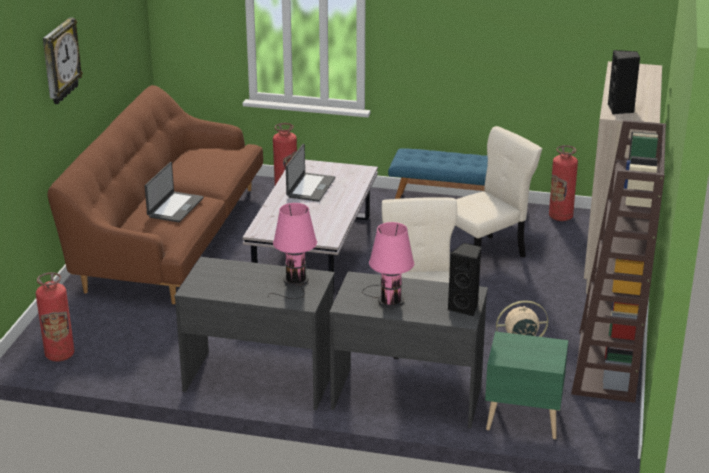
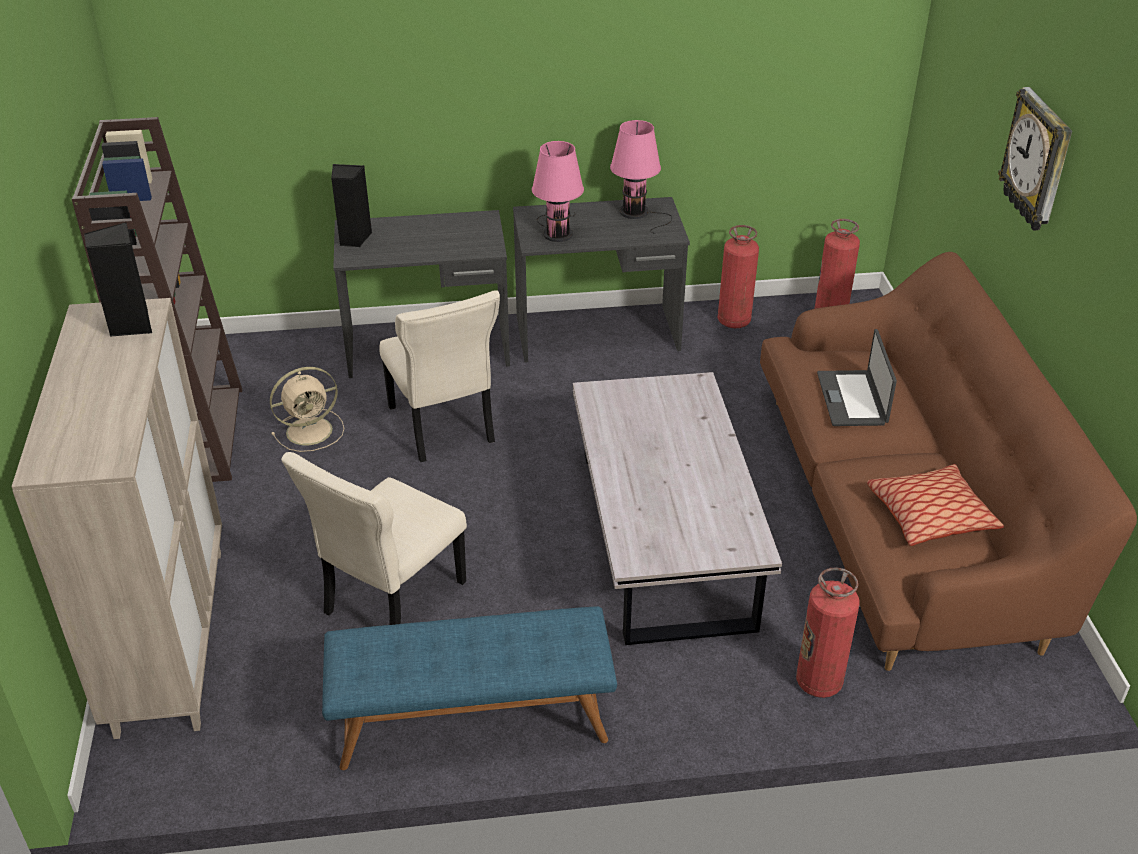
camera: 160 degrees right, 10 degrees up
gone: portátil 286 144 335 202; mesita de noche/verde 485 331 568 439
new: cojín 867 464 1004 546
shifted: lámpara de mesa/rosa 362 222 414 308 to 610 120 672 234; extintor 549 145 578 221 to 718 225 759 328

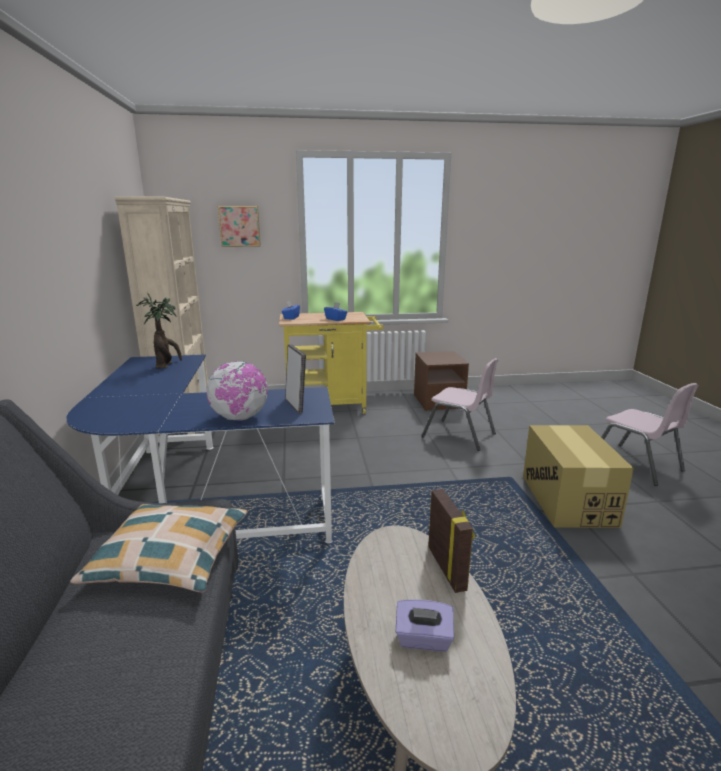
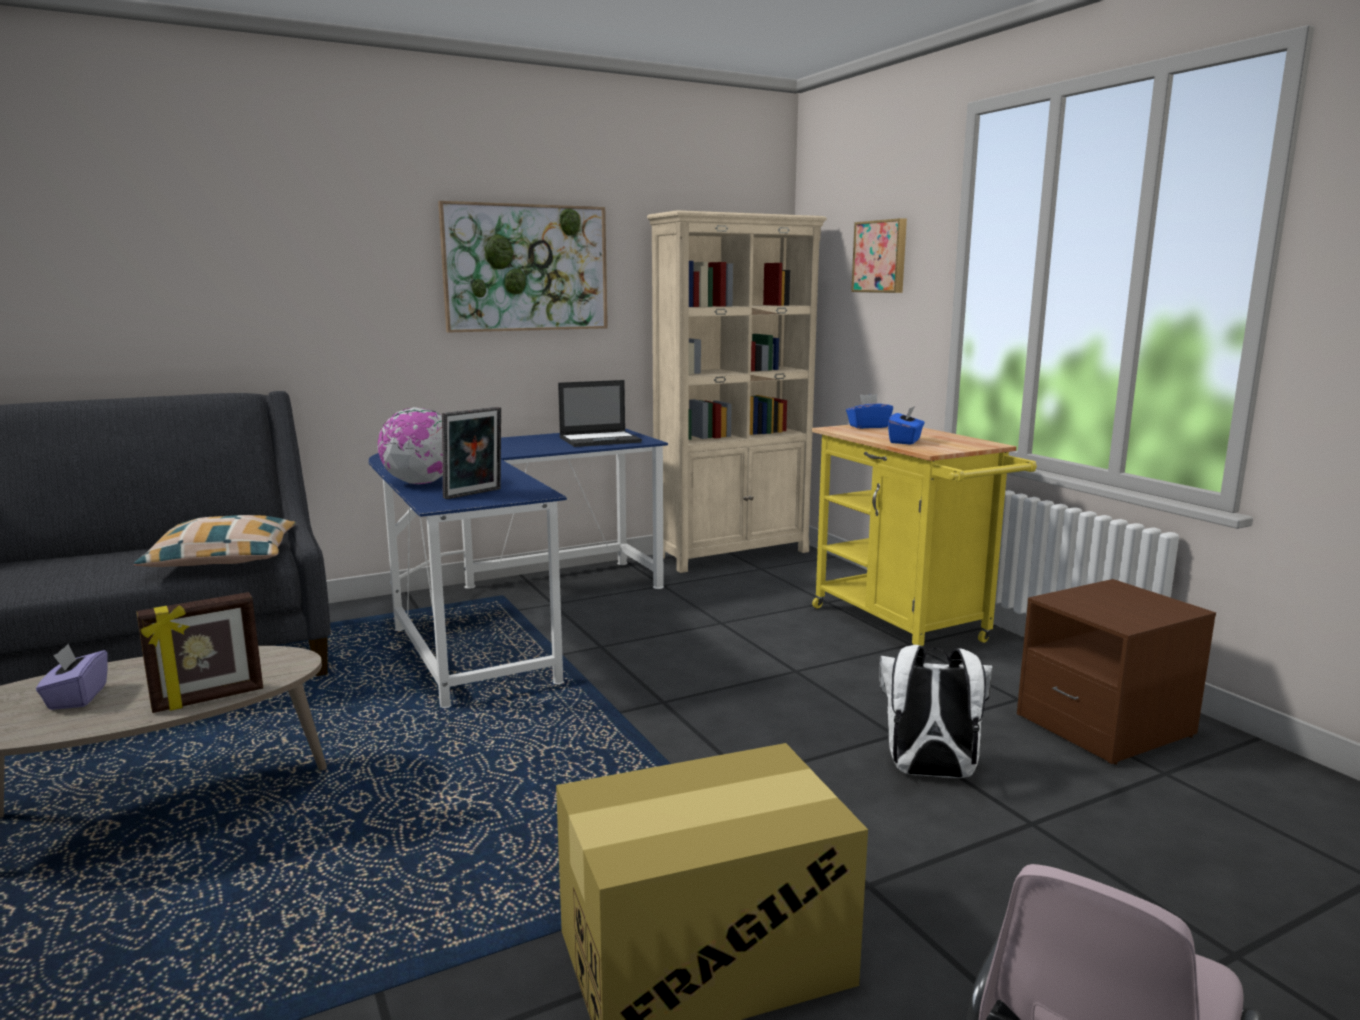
camera: 70 degrees right, 5 degrees down
new: cuadro 438 201 608 333
swapped: planta en maceta 136 293 182 369 to portátil 558 380 642 447; silla/rosa 422 358 498 451 to mochila/blanco 879 645 992 778

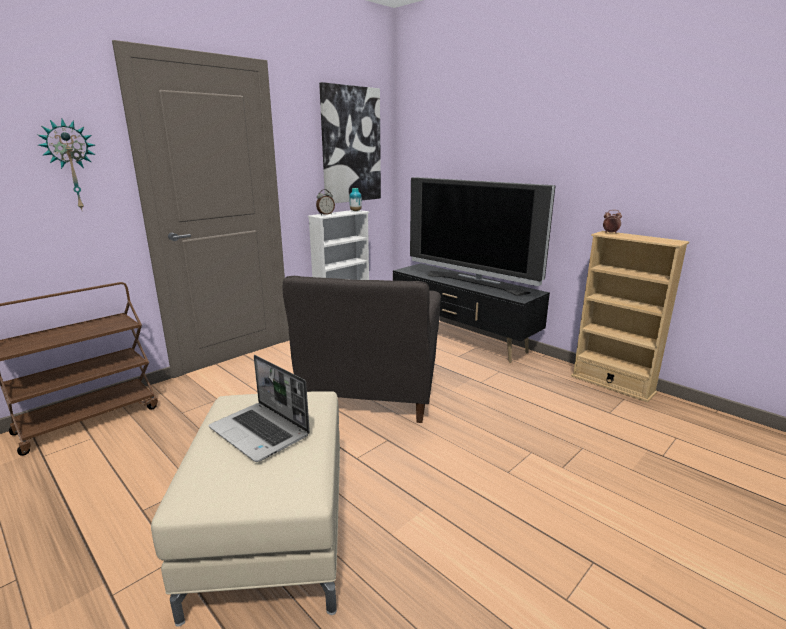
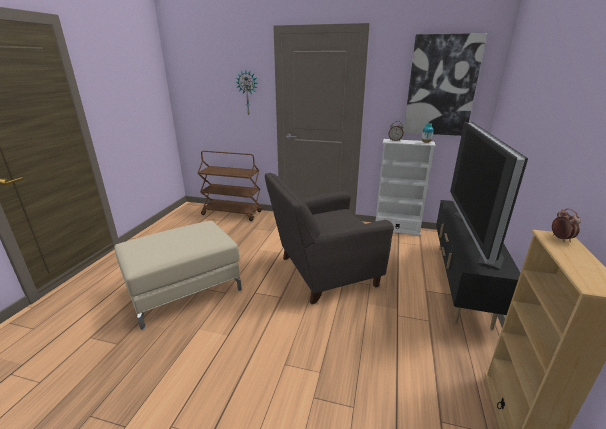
camera: 60 degrees right, 5 degrees up
gone: portátil 208 355 310 462

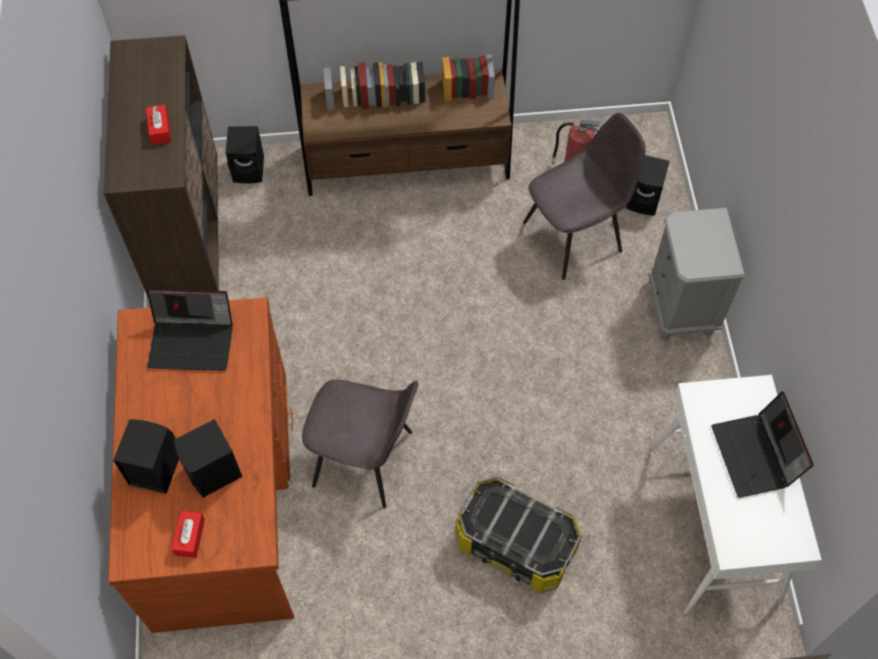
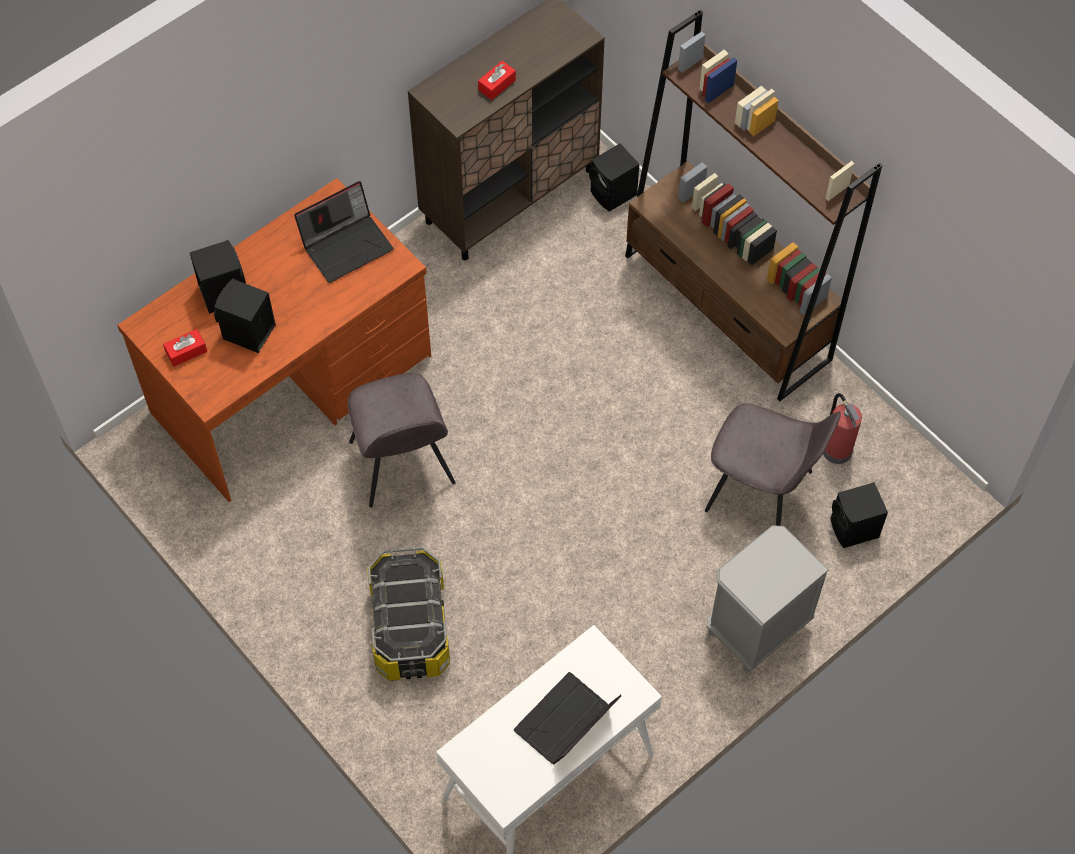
camera: 55 degrees right, 0 degrees up
rotated: portátil 146 288 233 371 = 294 181 393 283 90 degrees counterclockwise

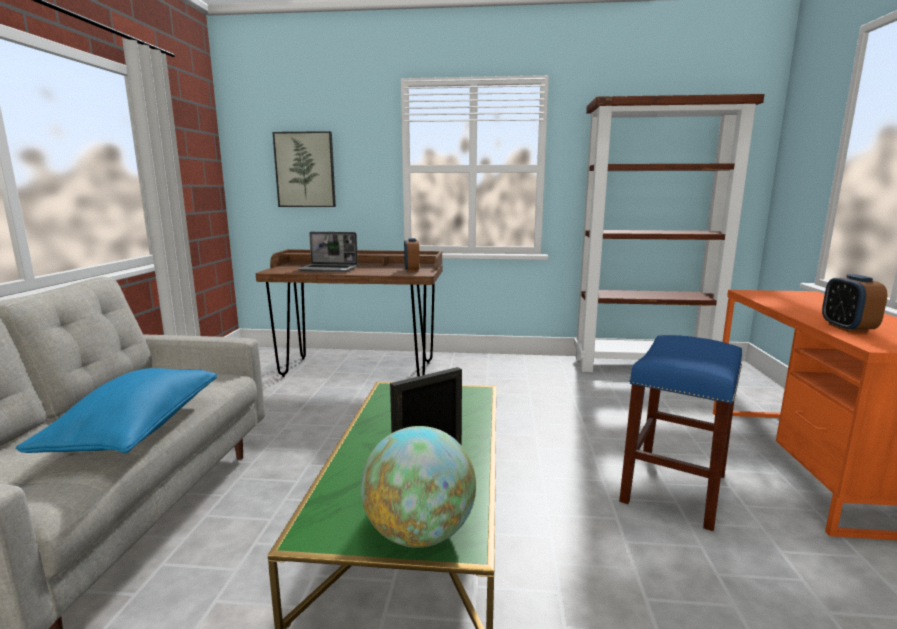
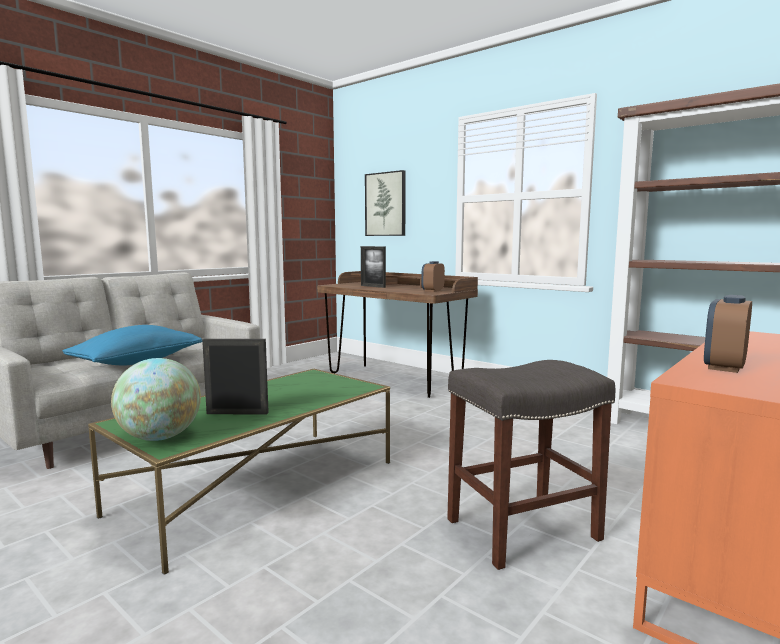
camera: 35 degrees right, 5 degrees down
swapped: portátil 298 232 358 272 to portarretratos 361 246 386 288
repainted: taburete/azul 619 335 742 531 to taburete/gris 447 360 616 570

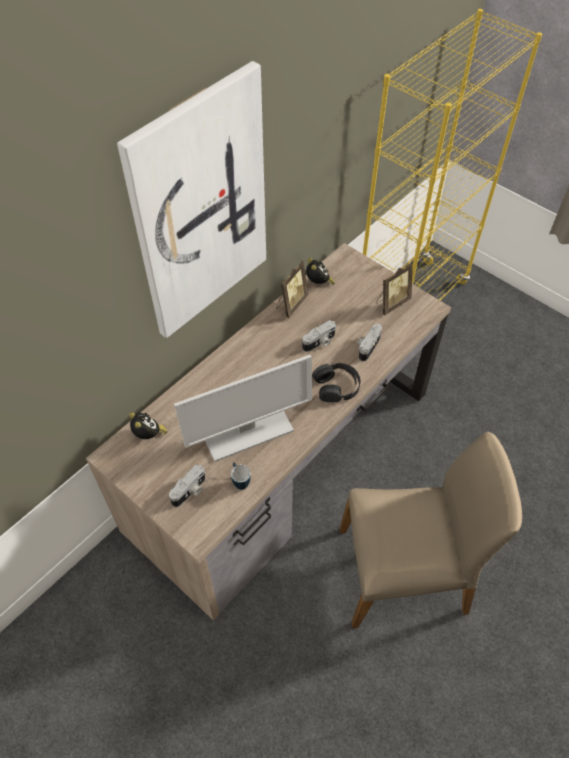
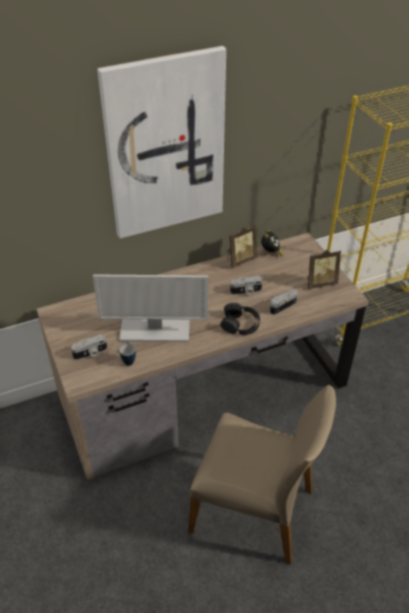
camera: 25 degrees right, 10 degrees down
gone: despertador 129 412 167 439

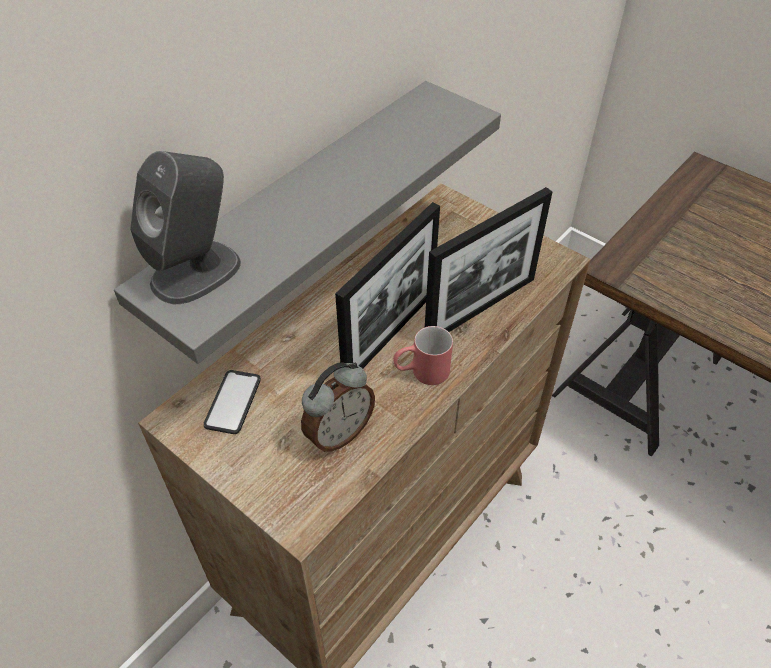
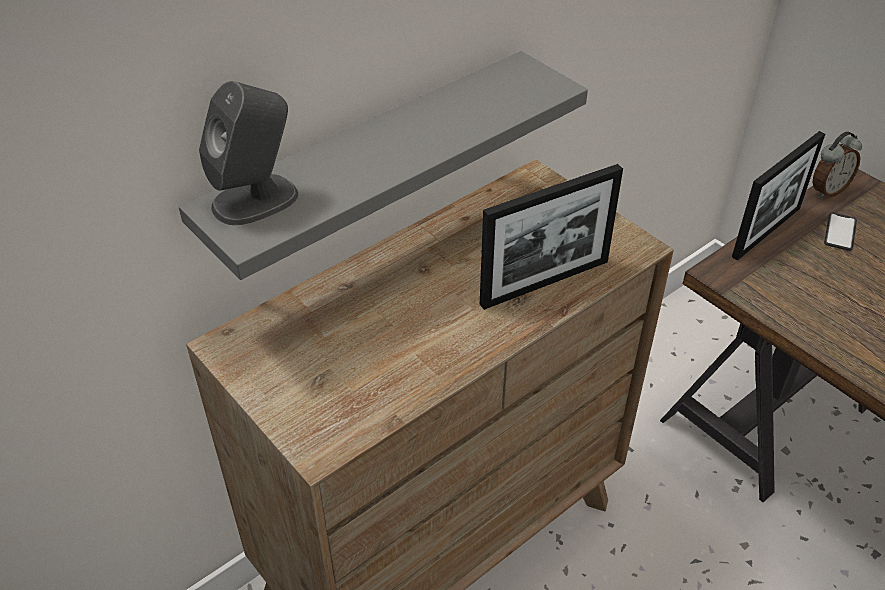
camera: 10 degrees right, 5 degrees down
gone: taza grande/rojo 393 326 453 385
shifted: móvil 204 370 261 434 to 824 212 857 251; despertador 301 362 375 452 to 813 131 862 198; portarretratos 335 202 440 369 to 732 131 825 261

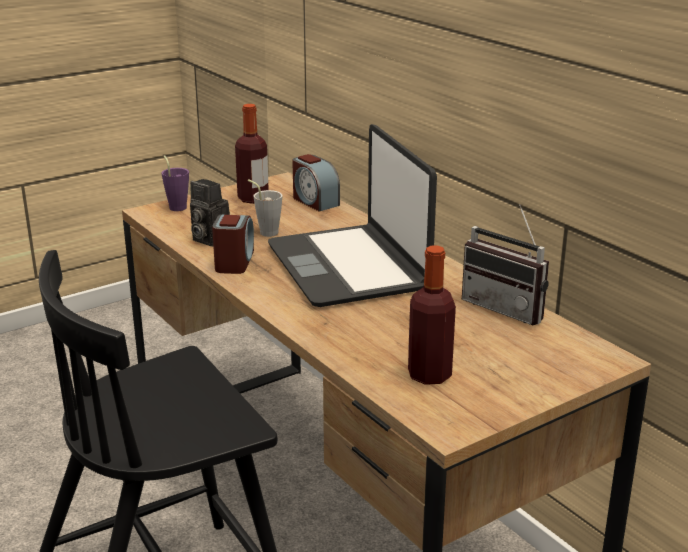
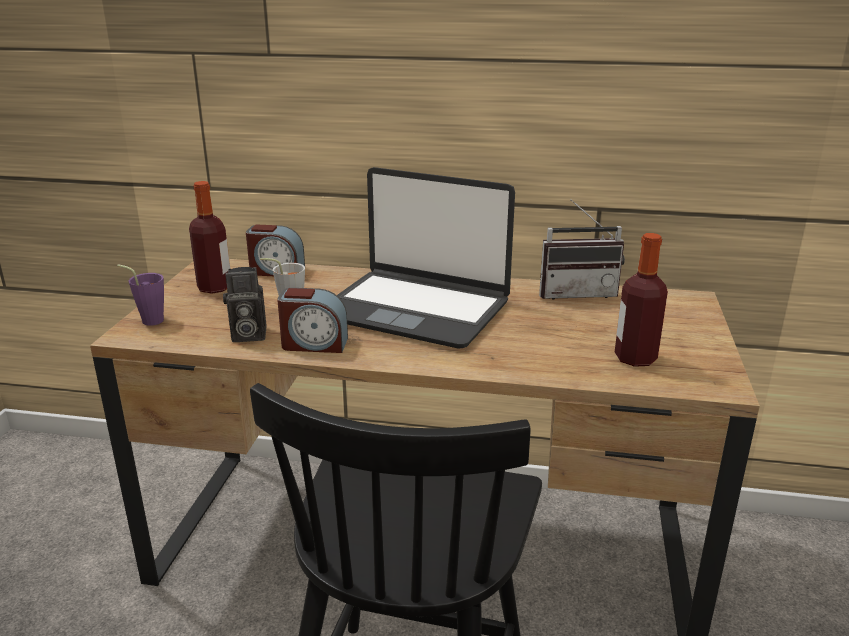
camera: 45 degrees left, 0 degrees up
rotated: despertador 212 215 254 274 = 277 288 348 353 135 degrees clockwise

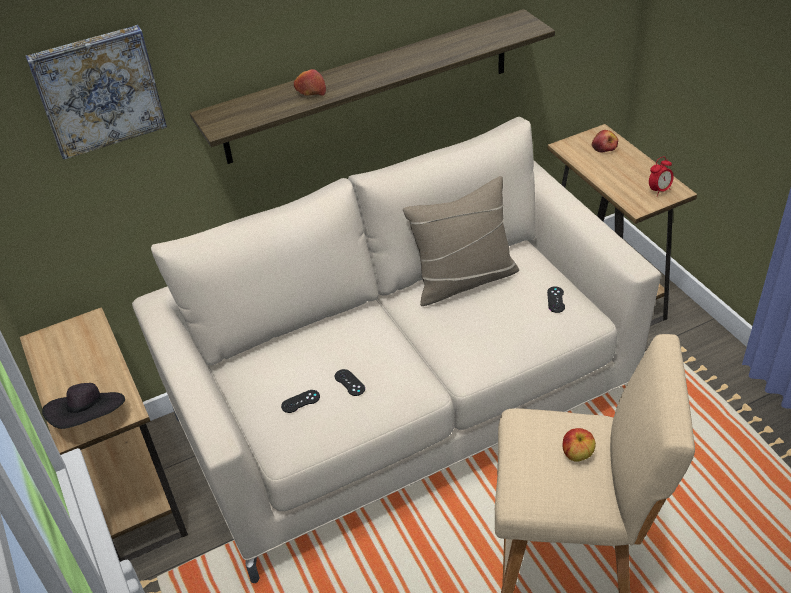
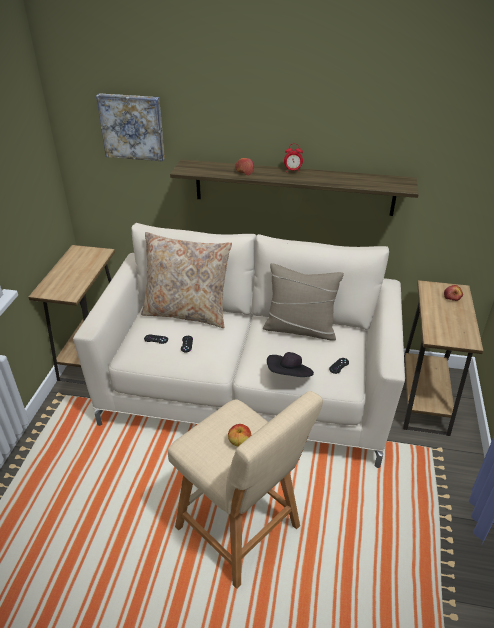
camera: 35 degrees right, 5 degrees down
new: cojín/beis 141 232 232 328
shifted: sombrero/negro 42 383 125 429 to 267 352 314 377; despertador 649 156 674 197 to 284 144 303 173

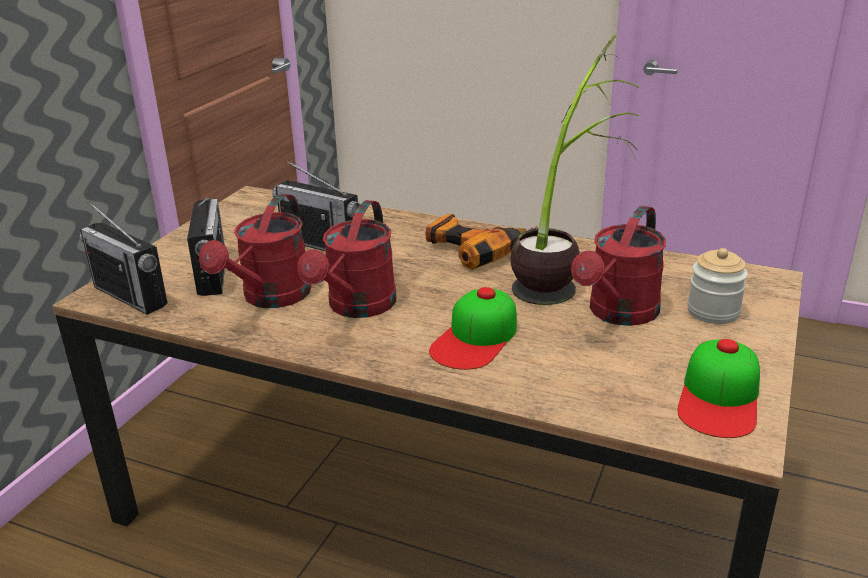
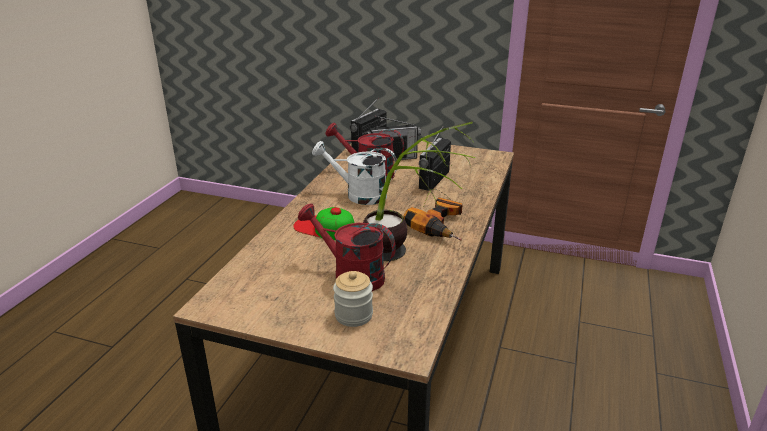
camera: 85 degrees right, 0 degrees up
gone: gorra 678 339 760 438
repainted: regadera/rojo 297 200 396 318 to regadera/blanco 312 141 397 205

